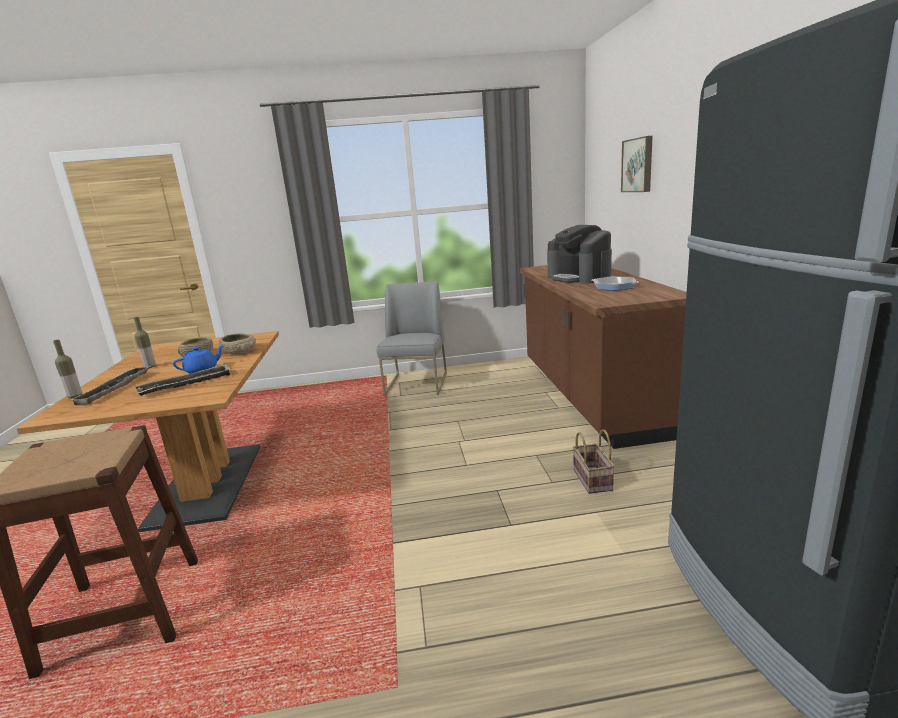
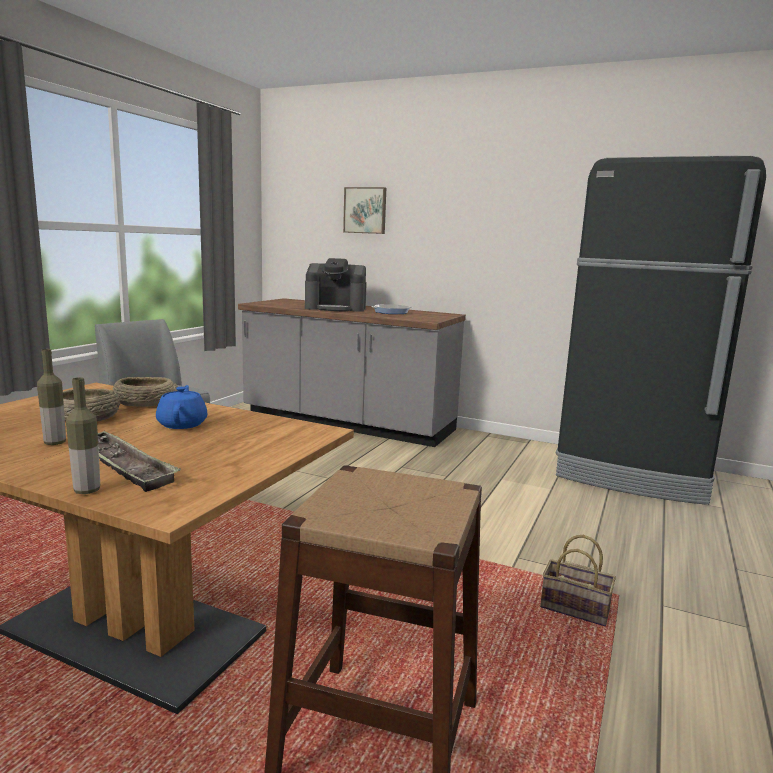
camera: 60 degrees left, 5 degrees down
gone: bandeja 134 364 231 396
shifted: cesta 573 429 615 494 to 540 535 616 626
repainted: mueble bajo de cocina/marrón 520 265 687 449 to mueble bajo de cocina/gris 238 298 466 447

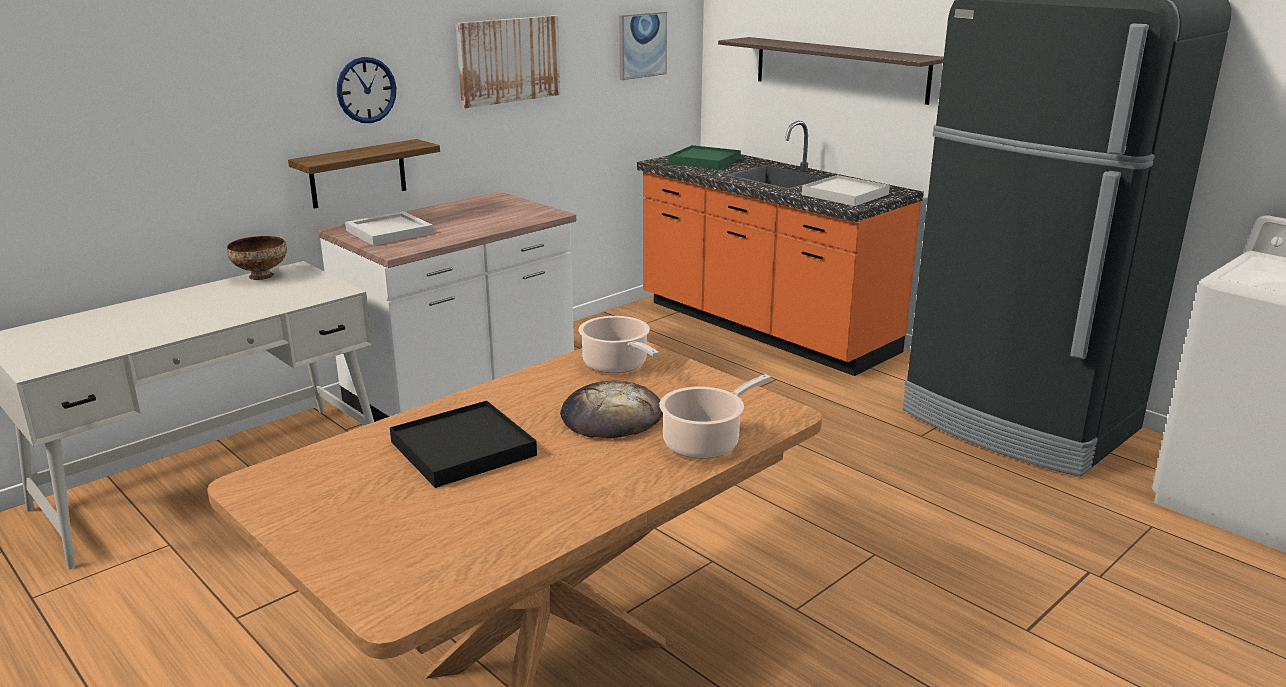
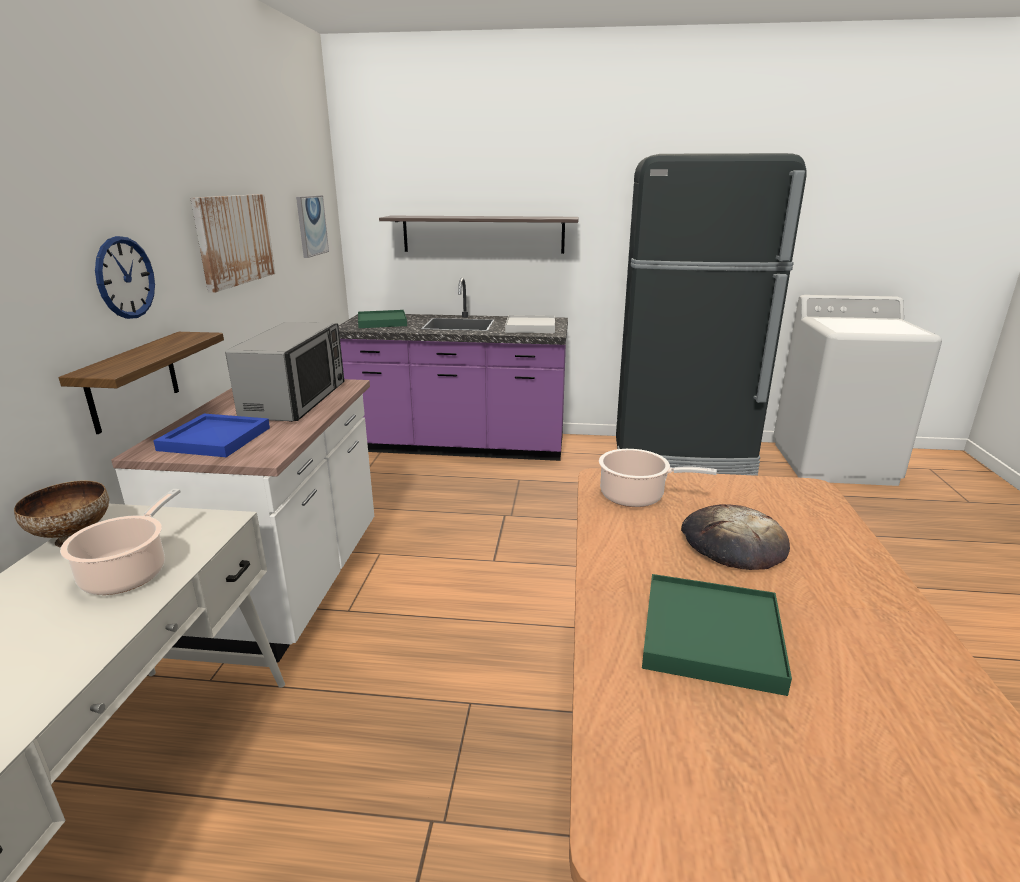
camera: 40 degrees left, 0 degrees up
new: microondas 225 322 345 422
shifted: olla 659 374 771 459 to 60 489 181 595
repainted: bandeja/blanco 345 211 433 246 to bandeja/azul 153 414 270 457; bandeja/negro 390 401 537 488 to bandeja/verde 642 574 792 696; mueble bajo de cocina/naranja 637 121 924 376 to mueble bajo de cocina/morado 339 278 568 461

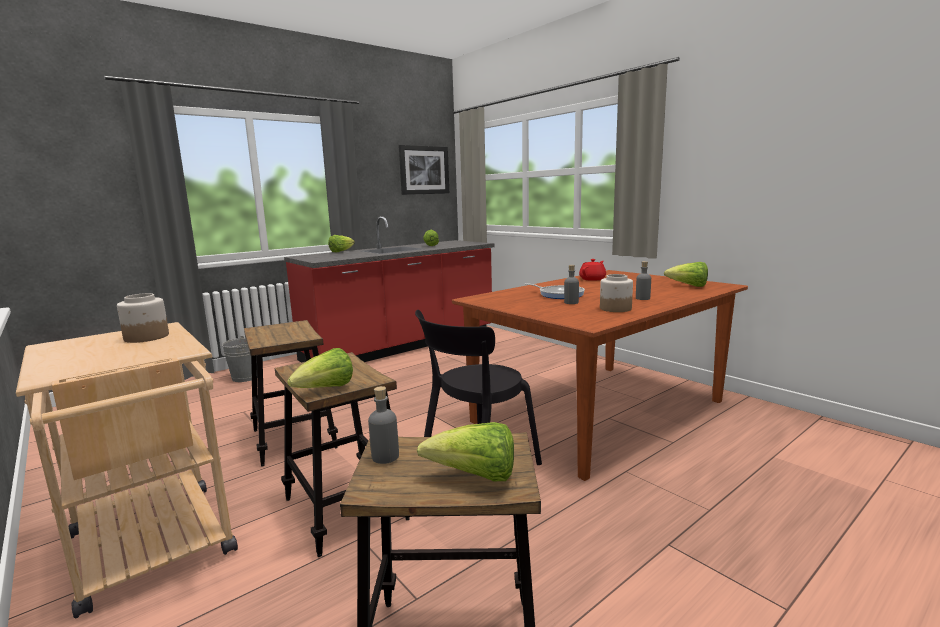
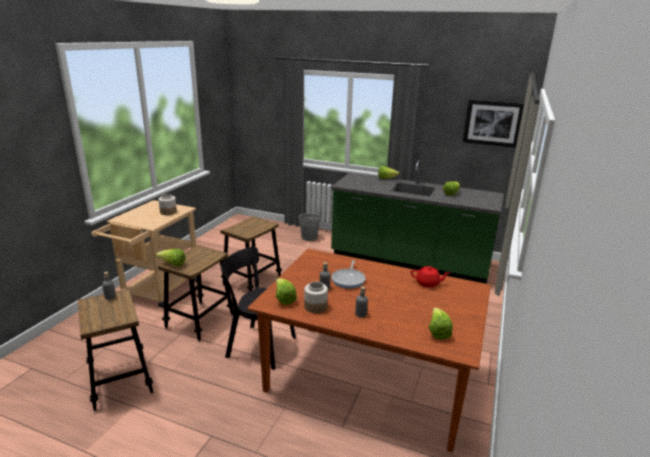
camera: 60 degrees right, 10 degrees up
shifted: lechuga 417 422 514 481 to 276 278 297 305
repainted: mueble bajo de cocina/rojo 284 216 495 362 to mueble bajo de cocina/verde 331 160 504 284

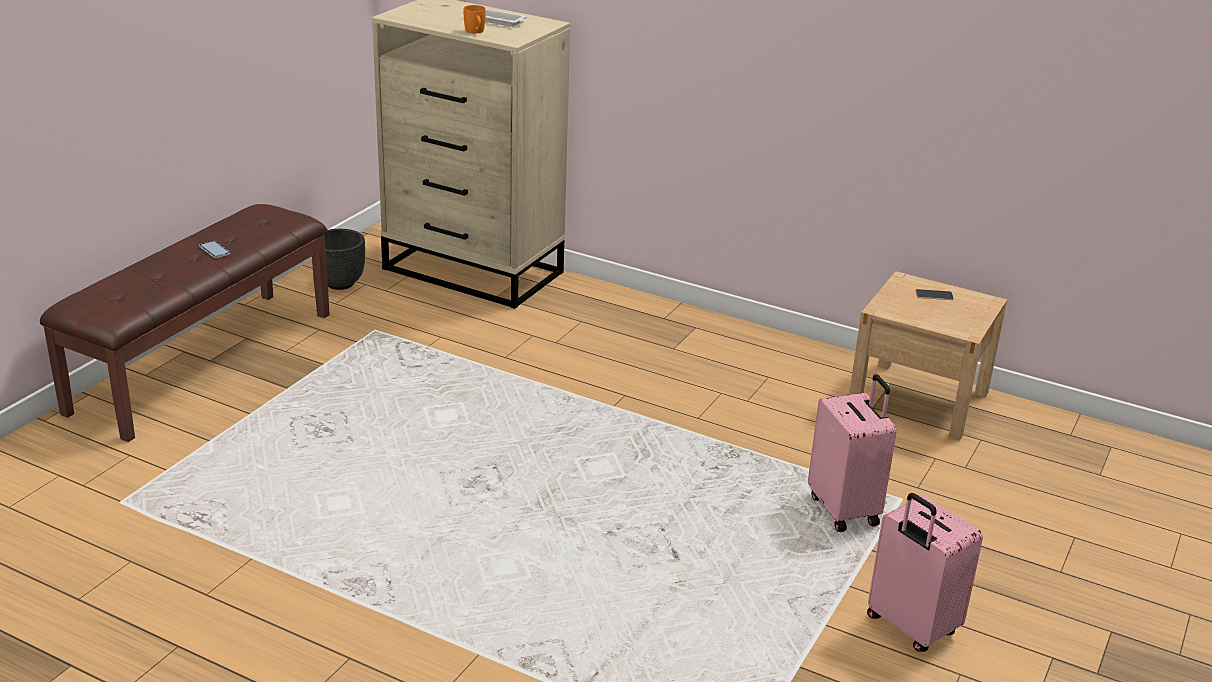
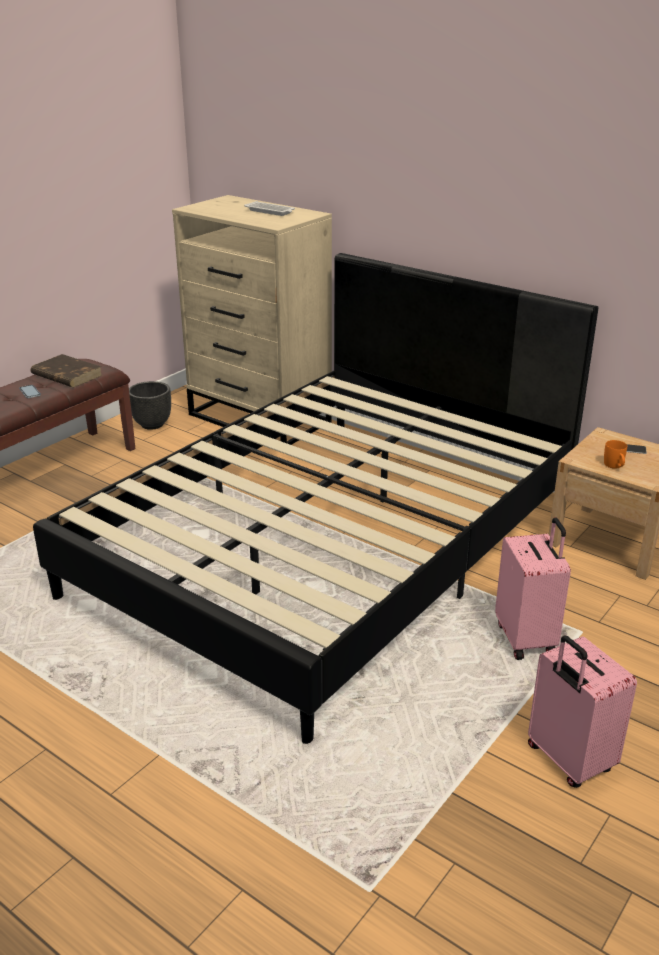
camera: 10 degrees right, 0 degrees up
new: libro/marrón 31 354 102 387; cama/negro 33 253 598 744
shifted: taza grande/naranja 464 5 486 34 to 604 440 627 469

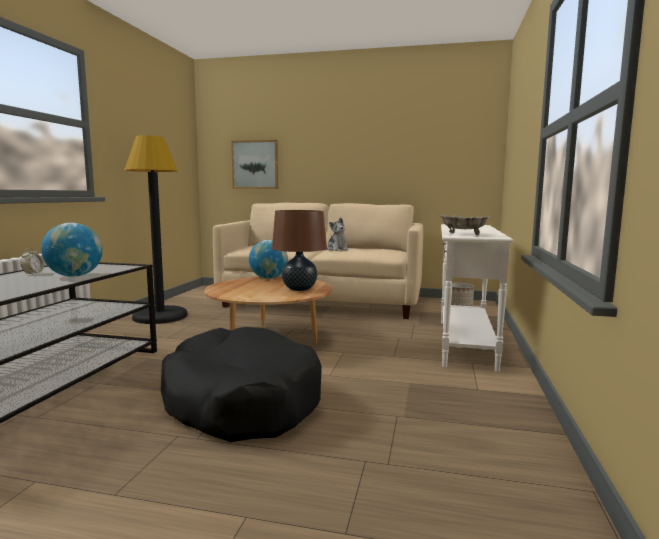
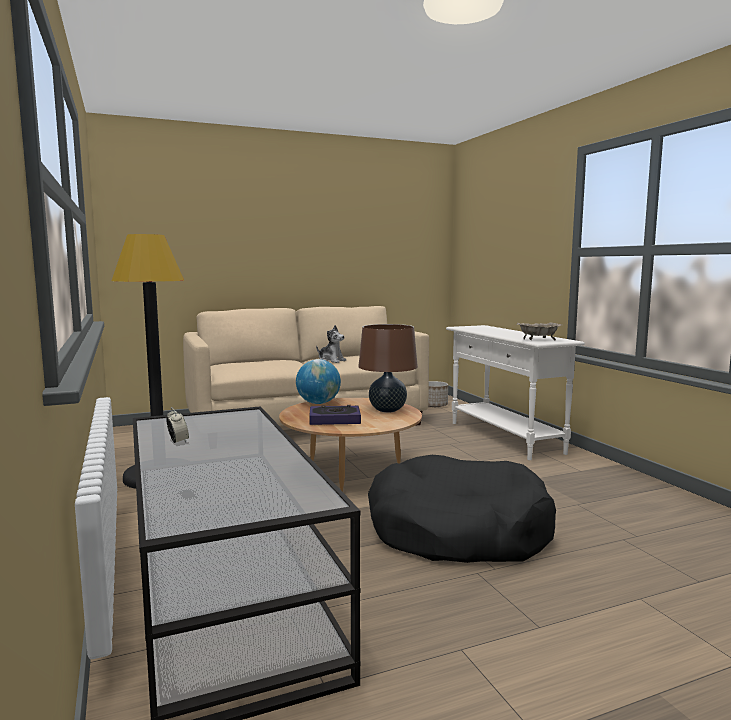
camera: 35 degrees left, 0 degrees up
gone: globo terráqueo 41 223 103 277; cuadro 231 140 278 189
new: libro 309 405 361 425

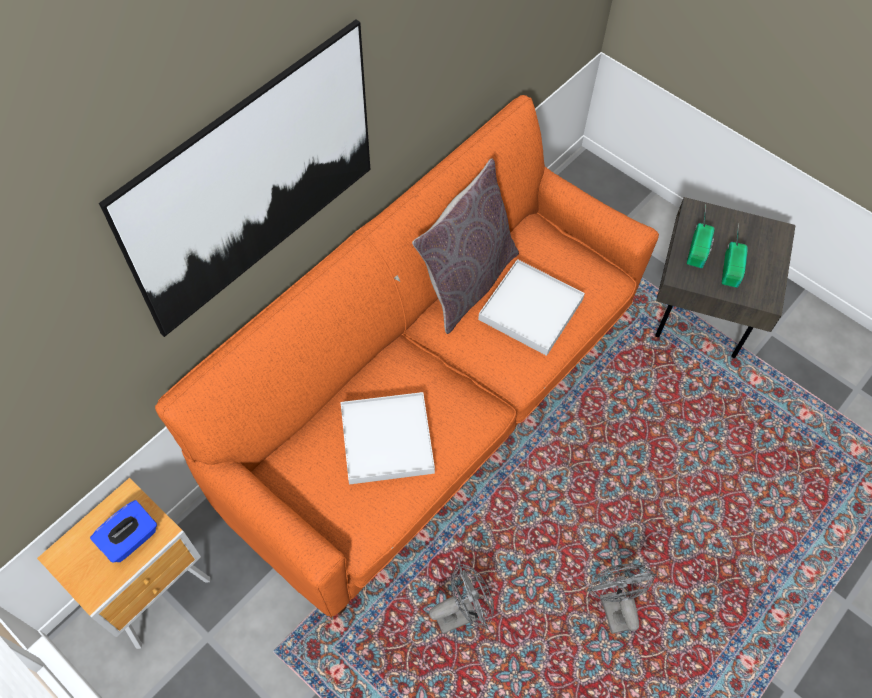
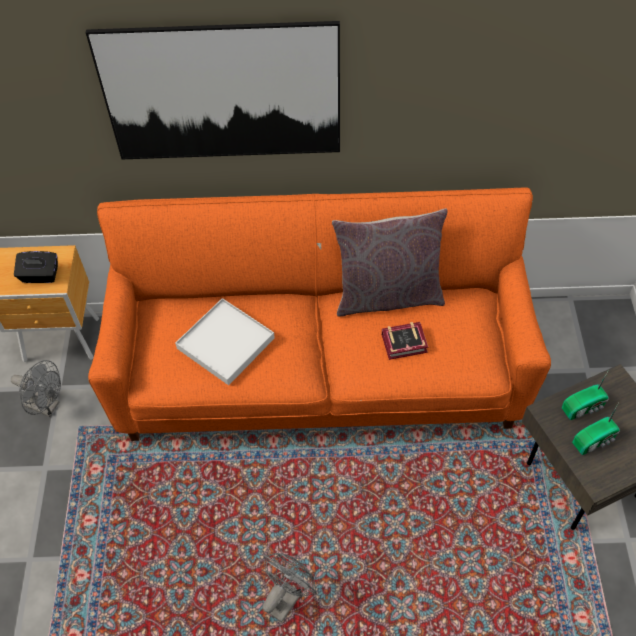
camera: 50 degrees right, 5 degrees down
shifted: ventilador/gris 429 563 494 634 to 10 360 61 417
swapped: bandeja/blanco 478 259 585 356 to libro 381 322 428 360
repainted: caja de pañuelos/azul 90 500 157 563 to caja de pañuelos/negro 14 251 58 283

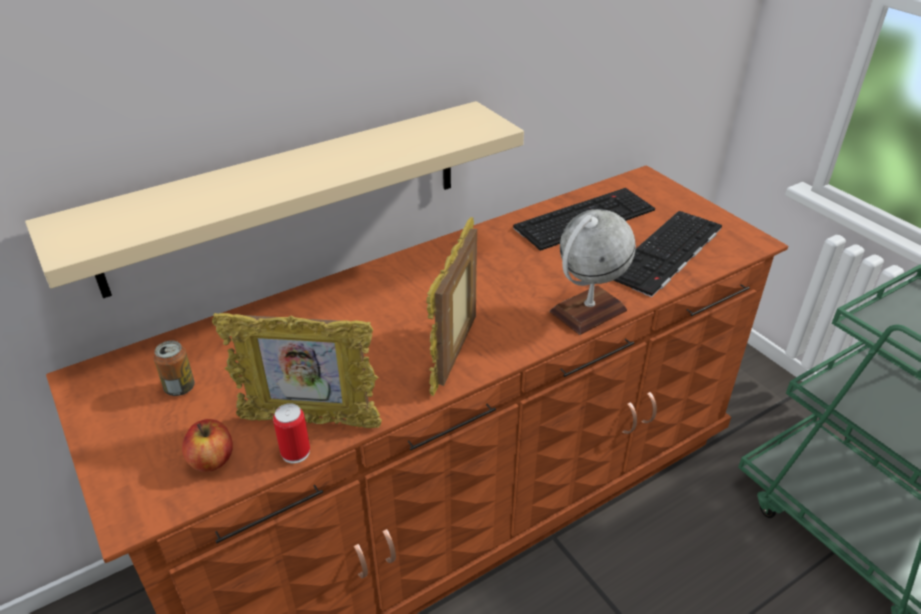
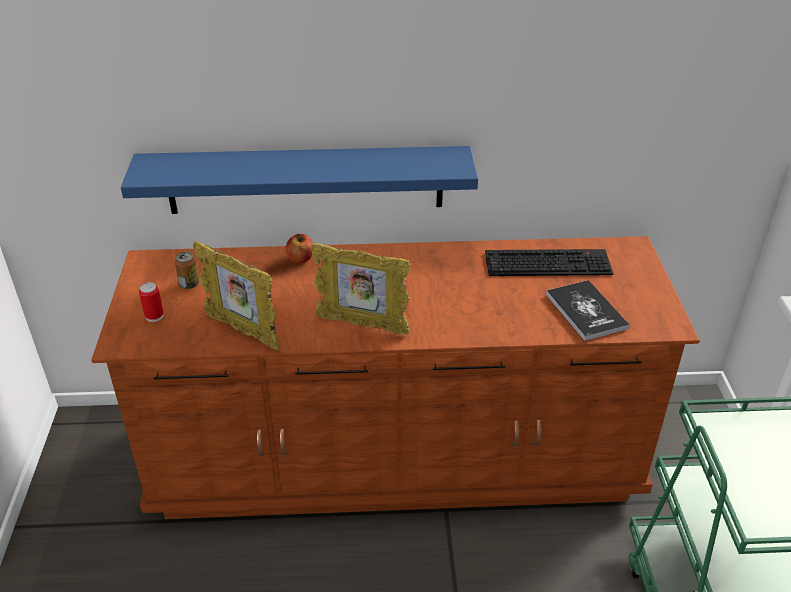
camera: 30 degrees right, 0 degrees up
gone: globo terráqueo 550 209 636 335
shifted: manzana 182 419 233 472 to 286 234 313 263; lata 273 403 310 464 to 139 282 164 322
swapped: teclado 613 211 722 297 to libro 546 280 629 341
repainted: estante/beis 25 101 524 298 to estante/azul 121 146 478 214
rotated: portarretratos 426 217 477 396 = 311 243 411 335 120 degrees counterclockwise

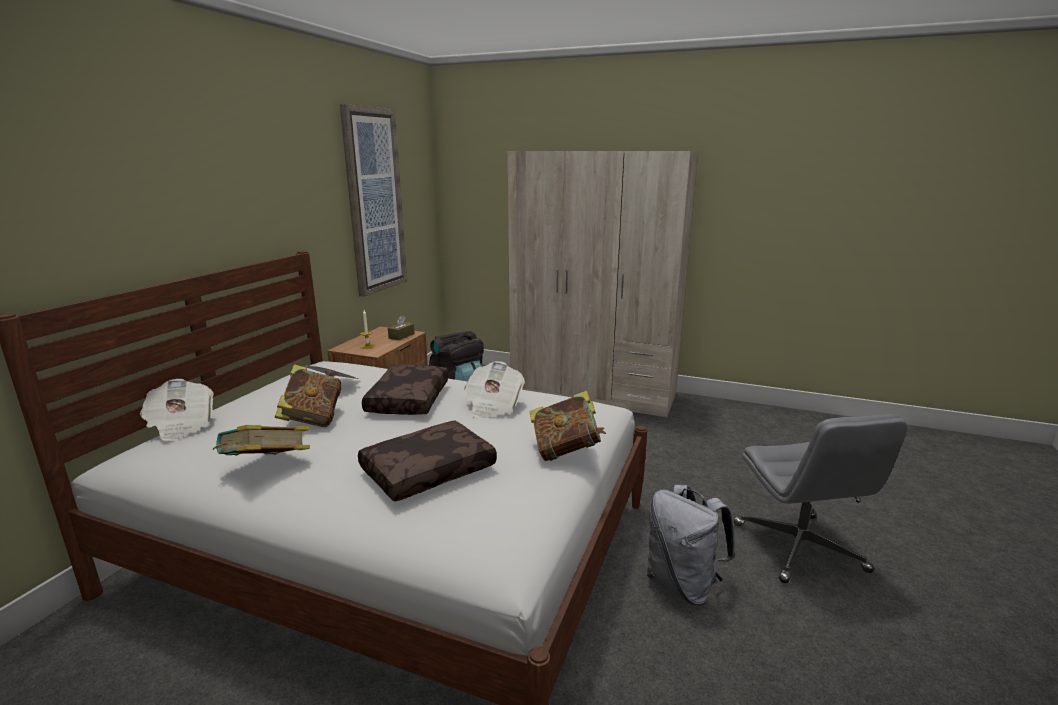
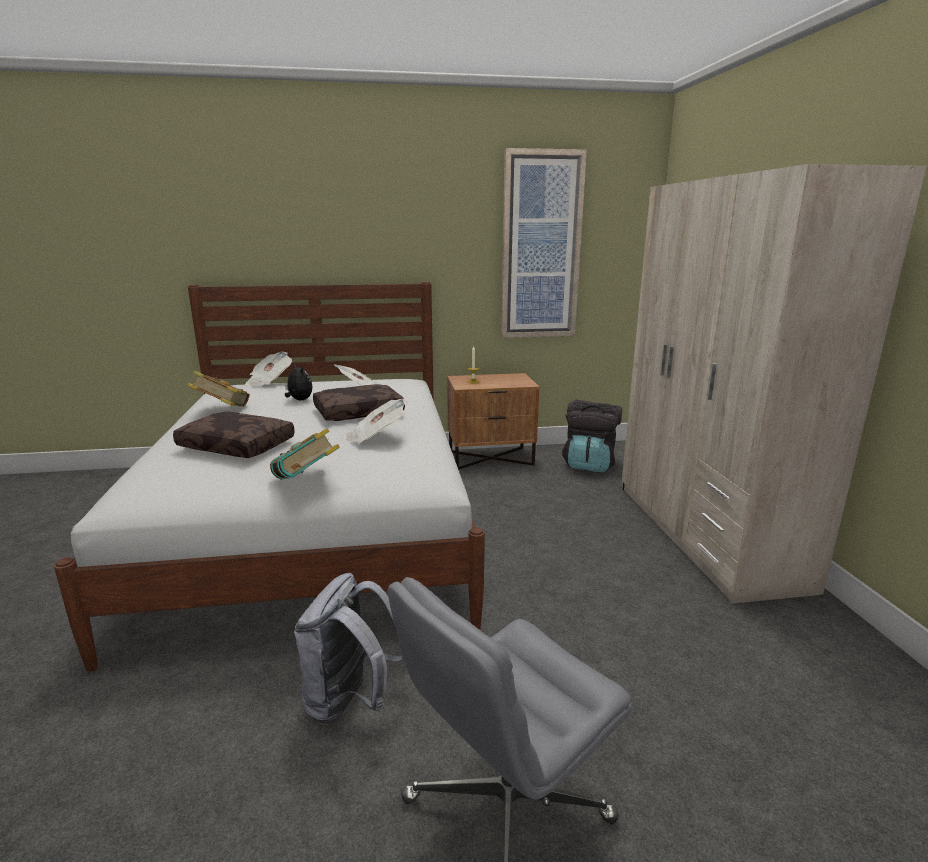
camera: 60 degrees right, 0 degrees up
gone: caja de pañuelos/marrón 388 316 414 340
swapped: libro 275 364 342 427 to peluche 285 364 312 400

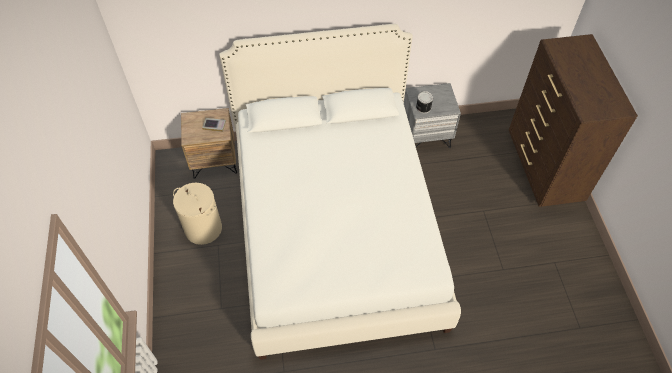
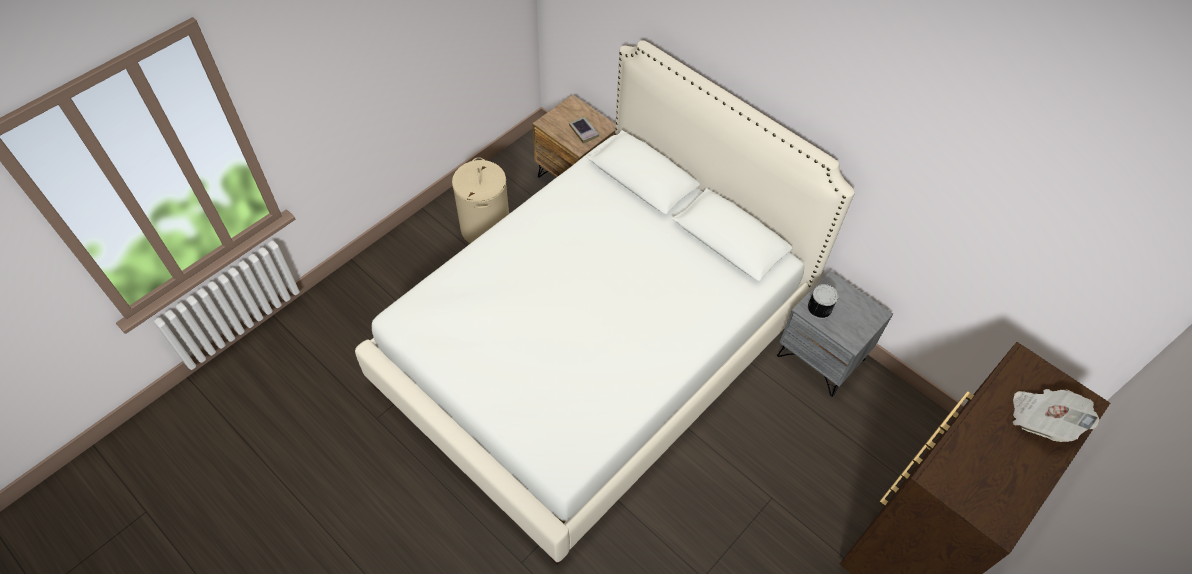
camera: 50 degrees right, 0 degrees up
new: periódico 1013 389 1099 442

